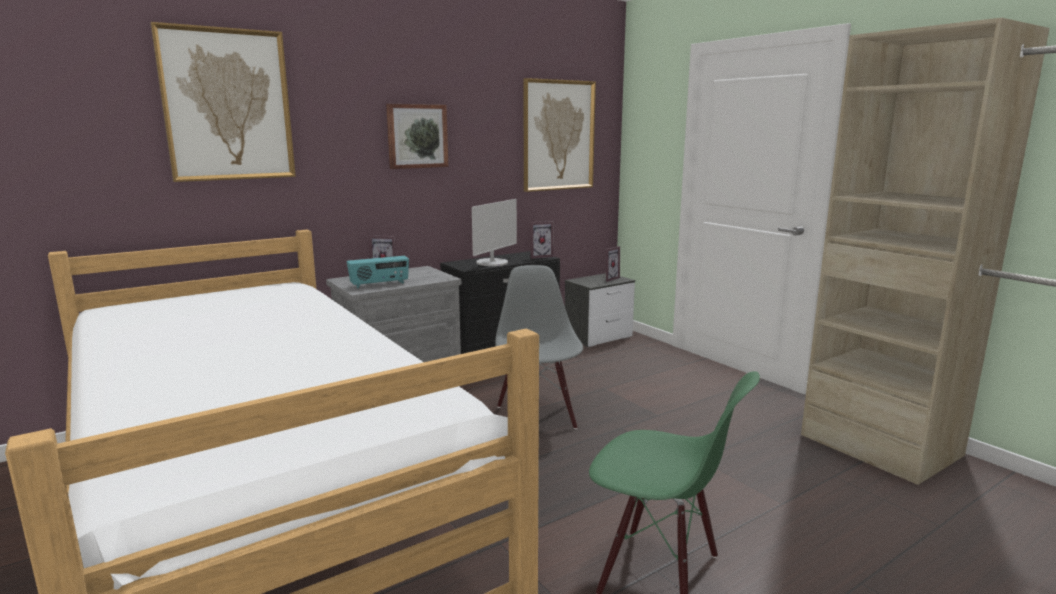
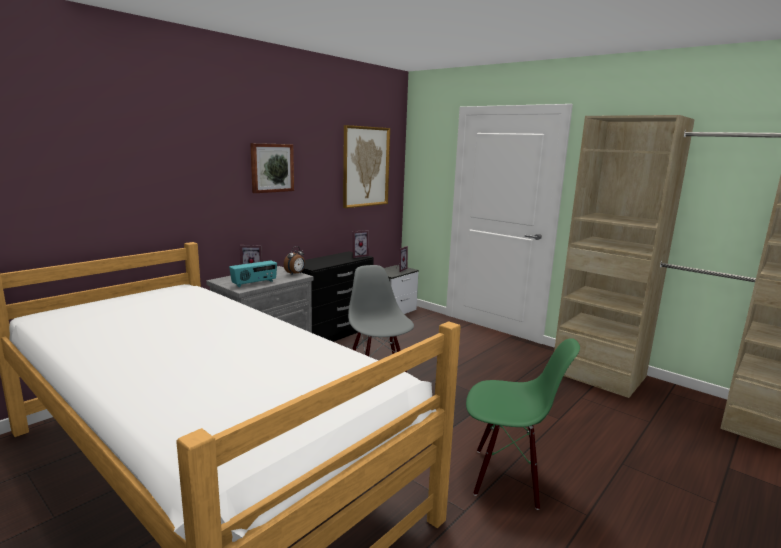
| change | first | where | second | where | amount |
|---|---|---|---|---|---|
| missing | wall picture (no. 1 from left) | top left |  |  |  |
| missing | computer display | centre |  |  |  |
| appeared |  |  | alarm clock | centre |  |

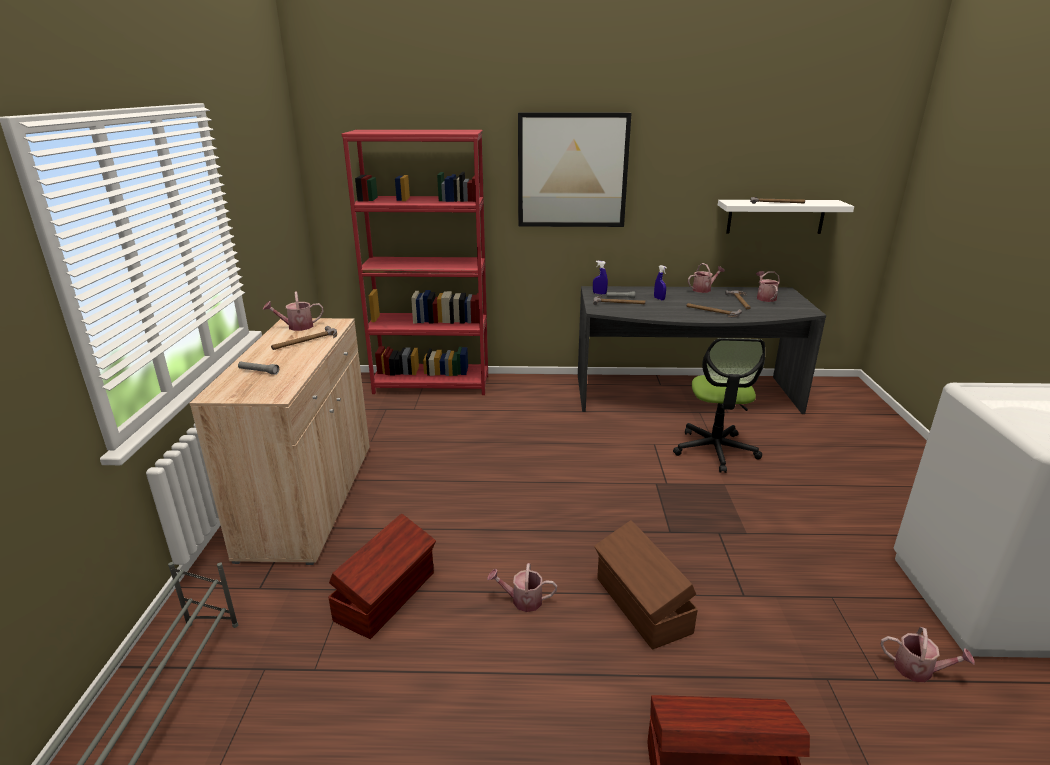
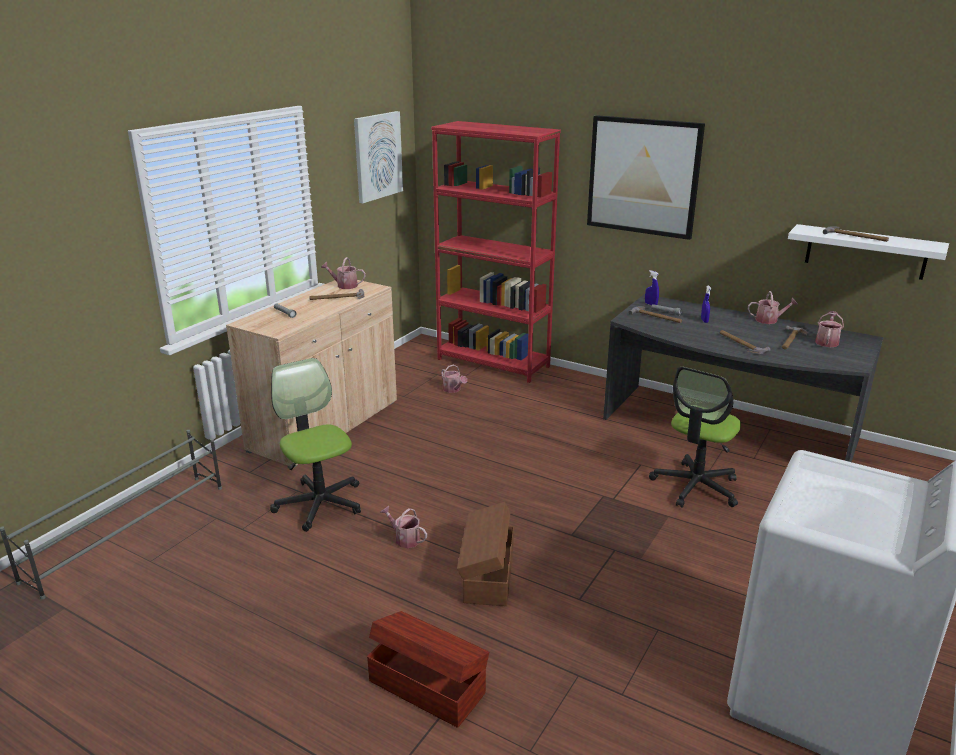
| change | first | where | second | where | amount |
|---|---|---|---|---|---|
| exchanged | storage container/brown (no. 1 from left) | bottom centre | computer chair (no. 1 from left) | middle left |  |
| relocated | watering pot (no. 5 from left in the first image) | bottom right | watering pot (no. 3 from left) | centre |  |
| appeared |  |  | wall picture (no. 1 from left) | top centre |  |

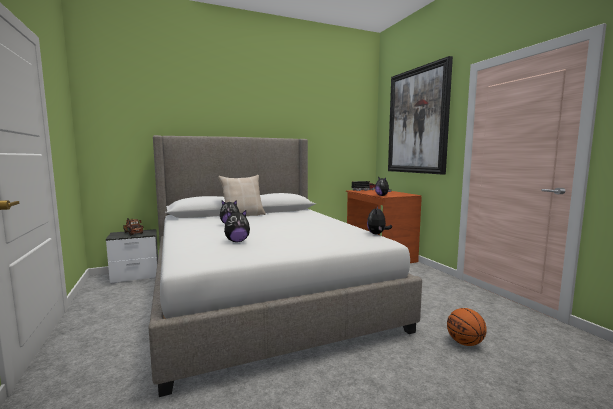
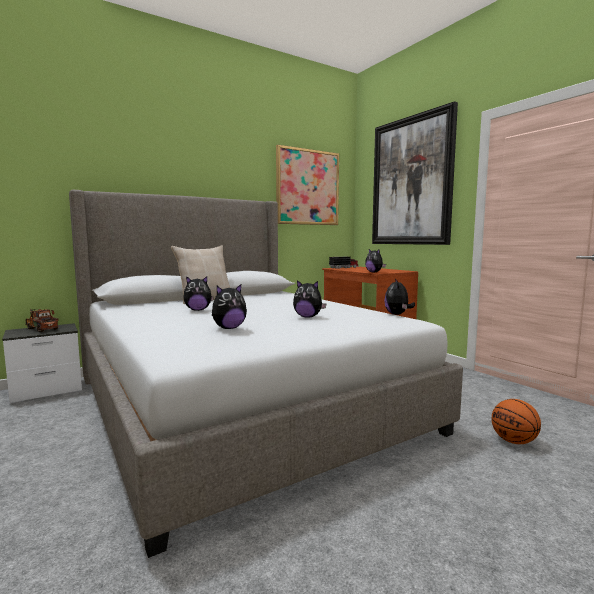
| change | first | where | second | where | amount |
|---|---|---|---|---|---|
| appeared |  |  | wall picture (no. 1 from left) | top centre |  |
| appeared |  |  | soft toy (no. 3 from left) | centre |  |

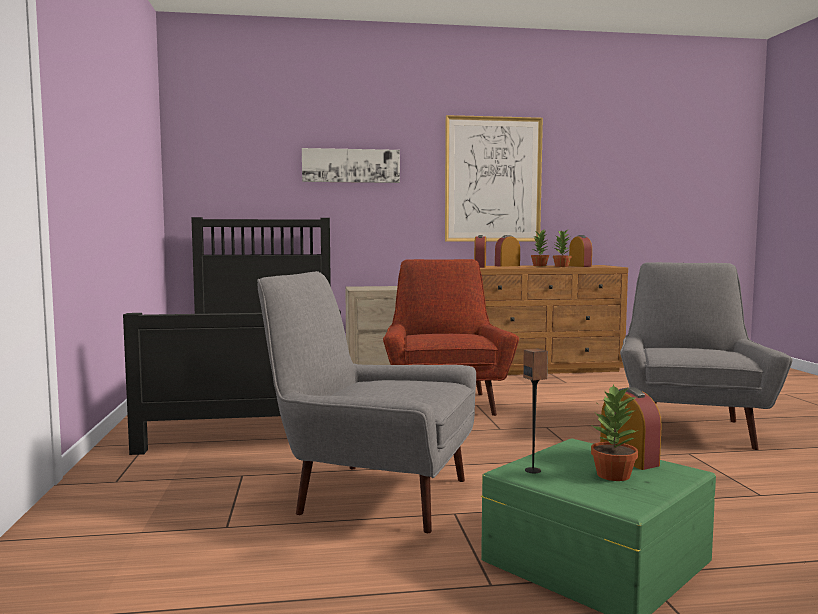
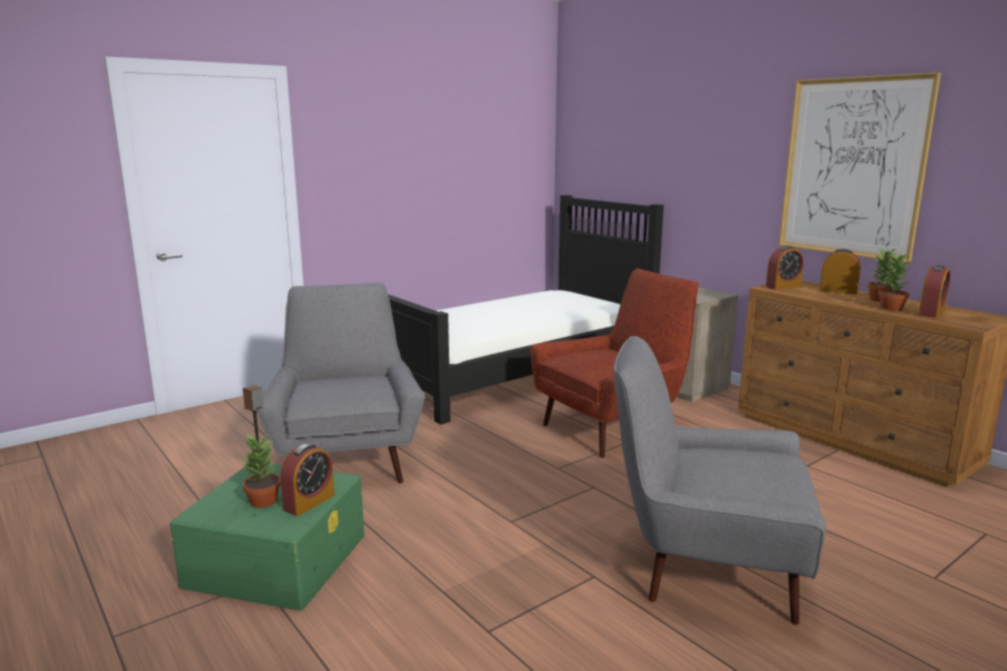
| change | first | where | second | where | amount |
|---|---|---|---|---|---|
| missing | wall picture (no. 1 from left) | top centre |  |  |  |
| spun | lounge chair/greyish (no. 2 from left) | middle right |  | bottom right | 150 degrees counterclockwise |

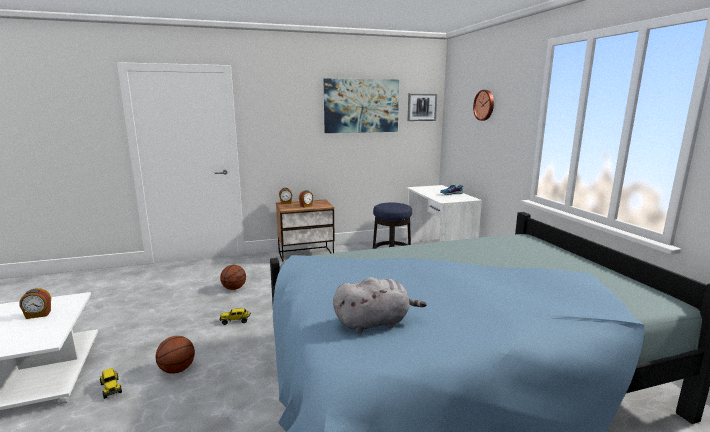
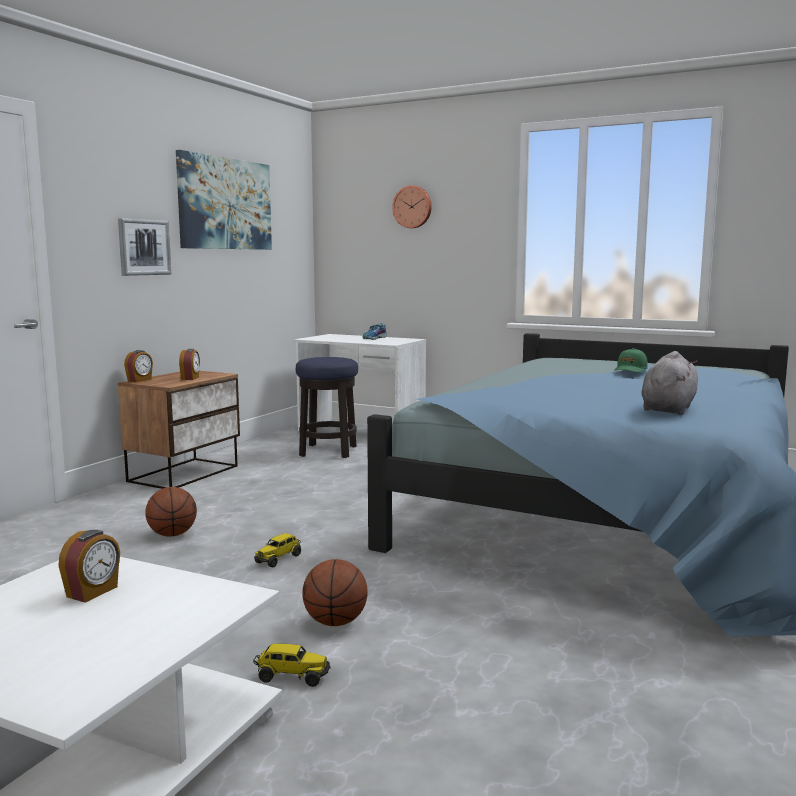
| change | first | where | second | where | amount |
|---|---|---|---|---|---|
| relocated | wall picture (no. 2 from left in the first image) | top centre | wall picture (no. 1 from left) | top left |  |
| appeared |  |  | cap/greenish | middle right |  |

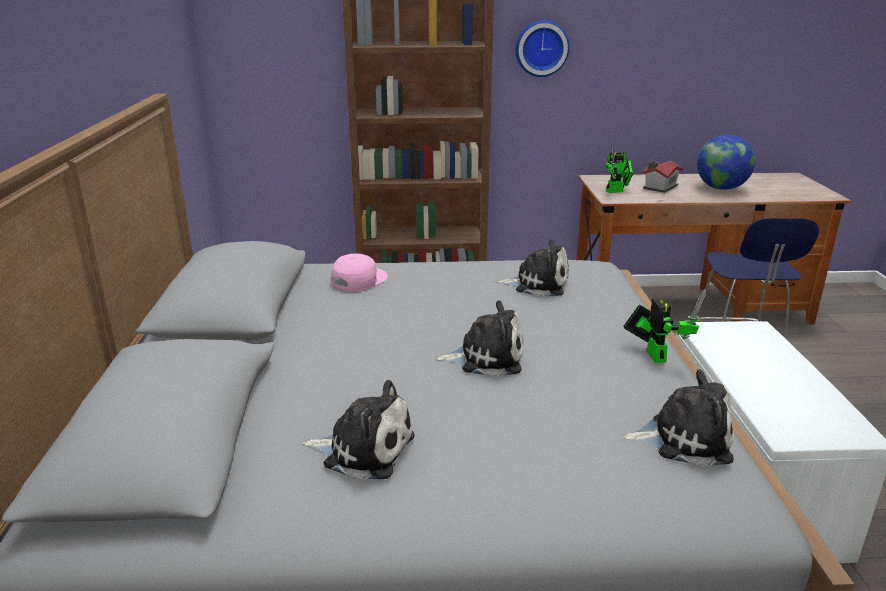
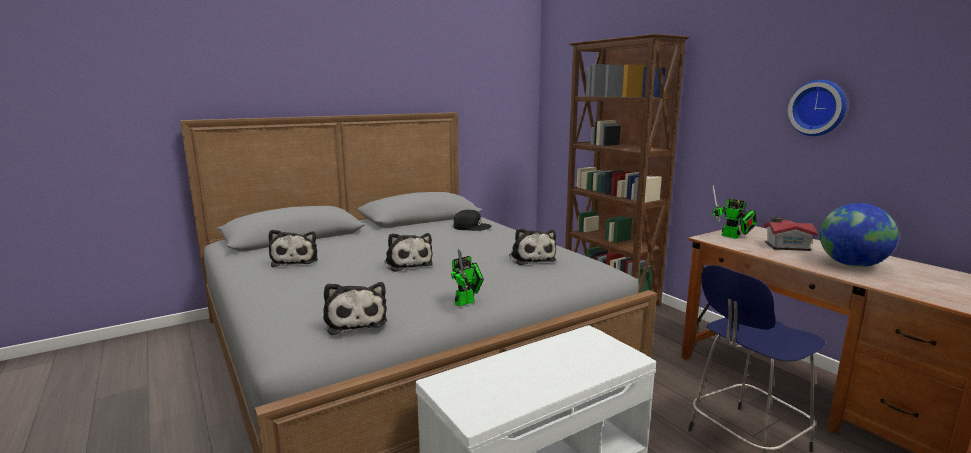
| change | first | where | second | where | amount |
|---|---|---|---|---|---|
| relocated | hanging clock | top centre |  | top right |  |
| colour | cap/pink-coloured | centre | cap/blackish | centre |  |

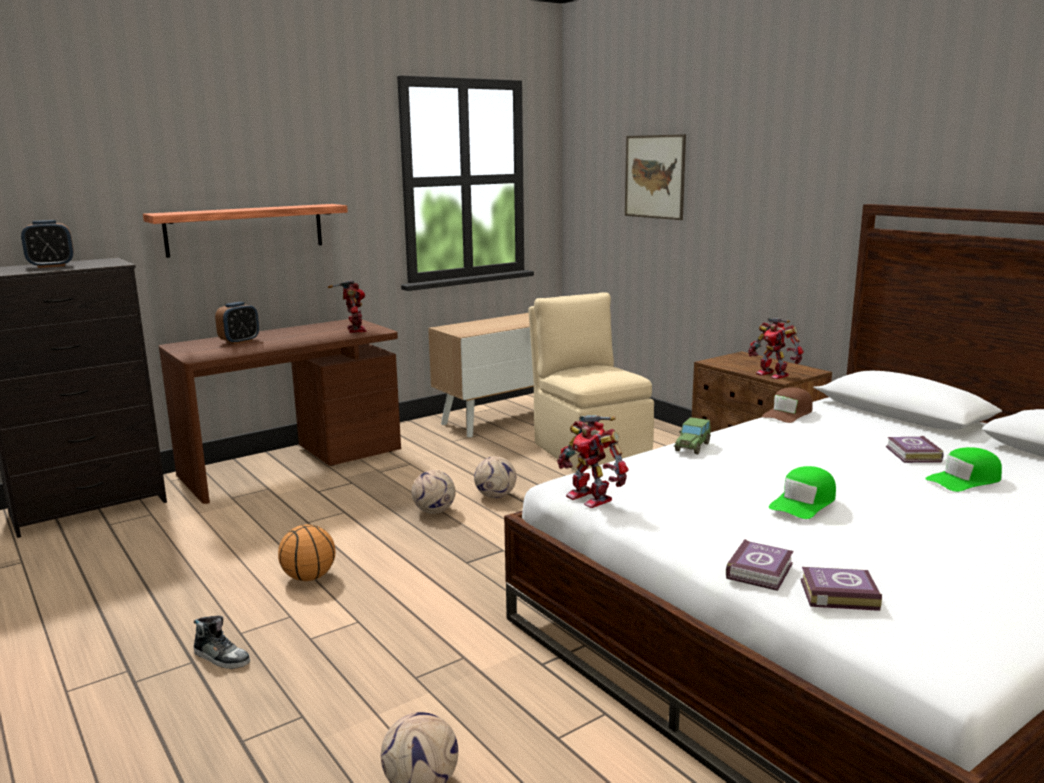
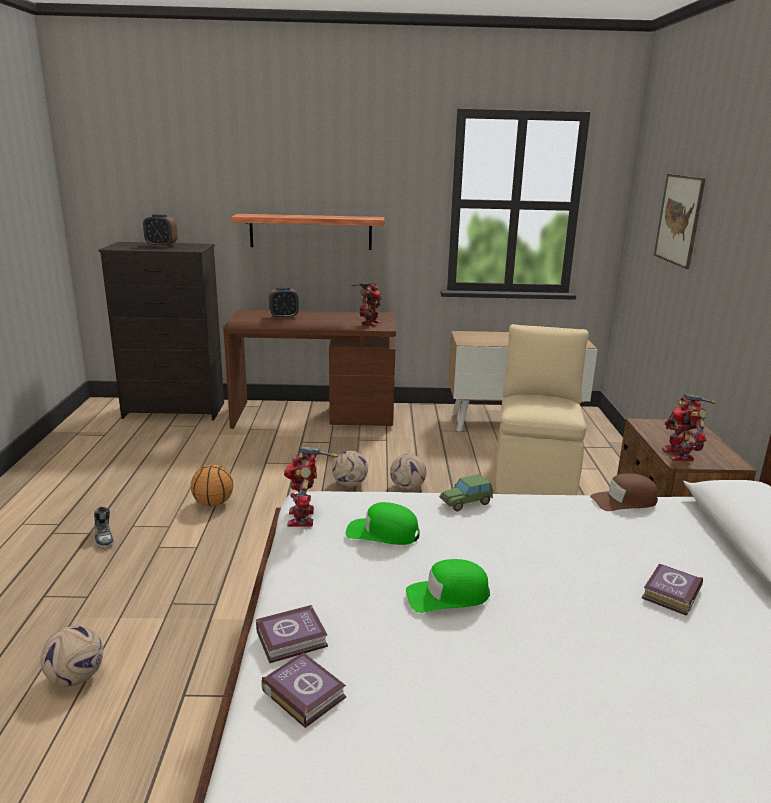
| change | first | where | second | where | amount |
|---|---|---|---|---|---|
| relocated | cap/greenish (no. 2 from left in the first image) | middle right | cap/greenish (no. 1 from left) | centre |  |

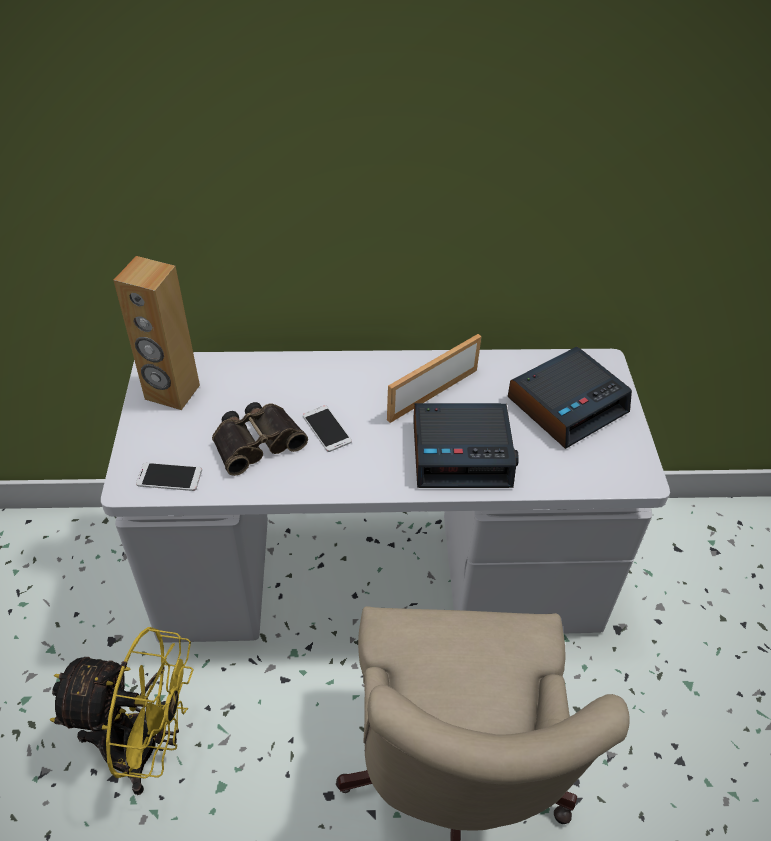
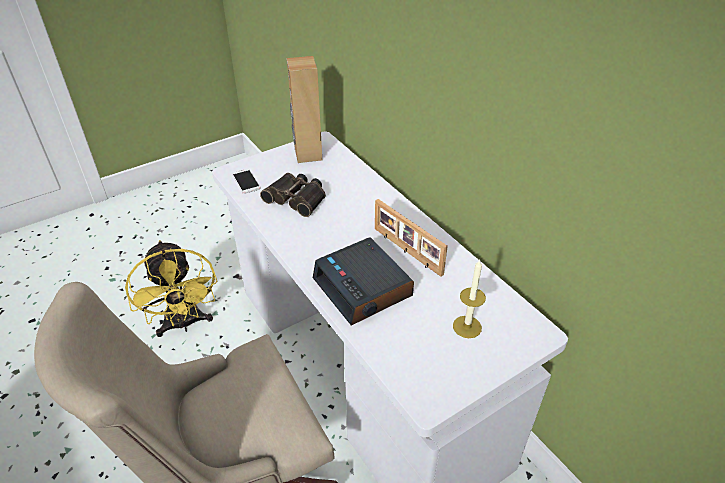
| change | first | where | second | where | amount |
|---|---|---|---|---|---|
| spun | photo frame | centre |  | centre | 150 degrees counterclockwise |
| exchanged | alarm clock (no. 2 from left) | middle right | wax candle | centre |  |
| missing | telephone (no. 2 from left) | centre |  |  |  |

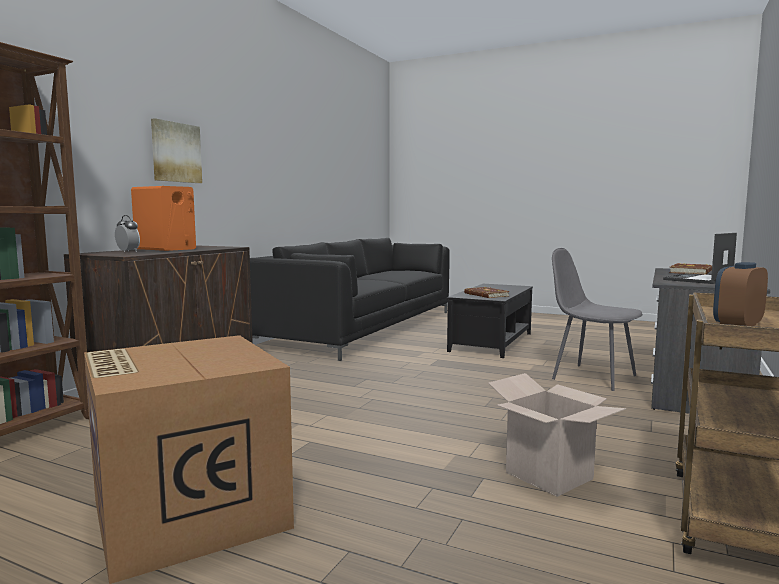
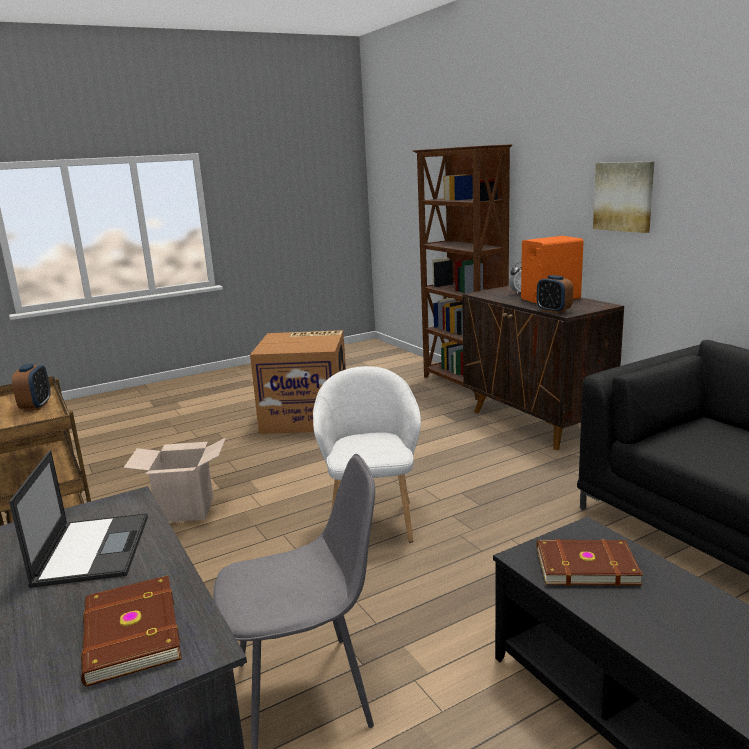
| change | first | where | second | where | amount |
|---|---|---|---|---|---|
| appeared |  |  | alarm clock (no. 3 from left) | middle right |  |
| appeared |  |  | lounge chair/white | centre |  |

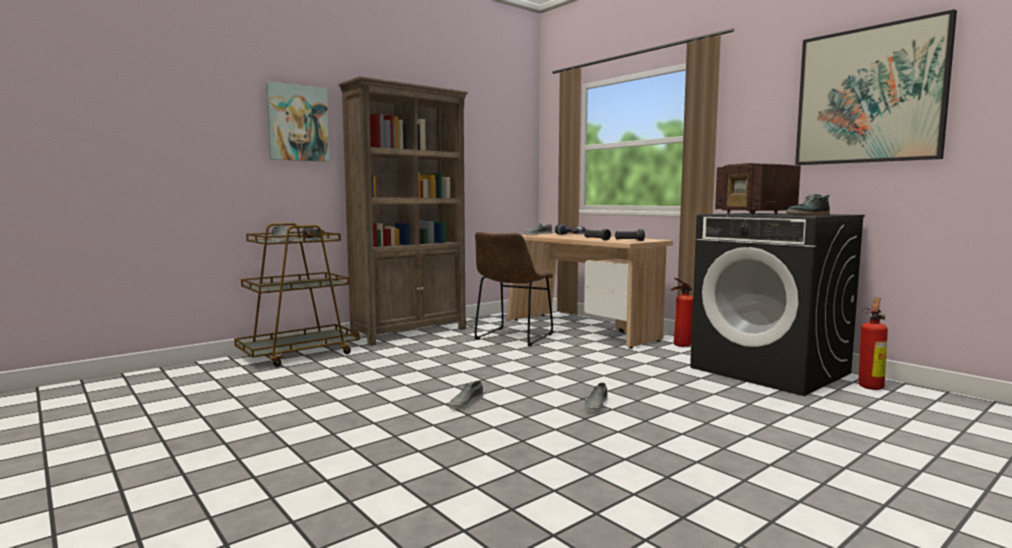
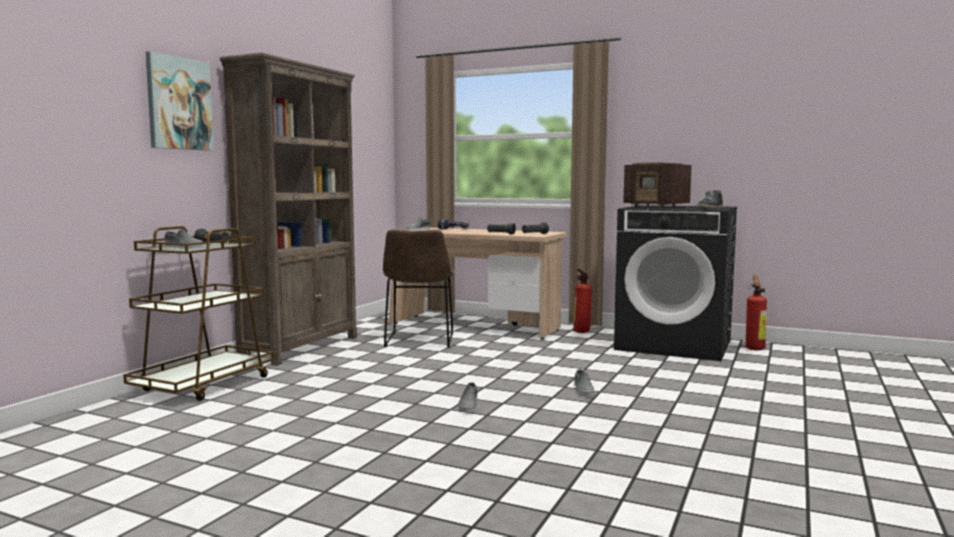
| change | first | where | second | where | amount |
|---|---|---|---|---|---|
| missing | wall picture (no. 2 from left) | top right |  |  |  |

